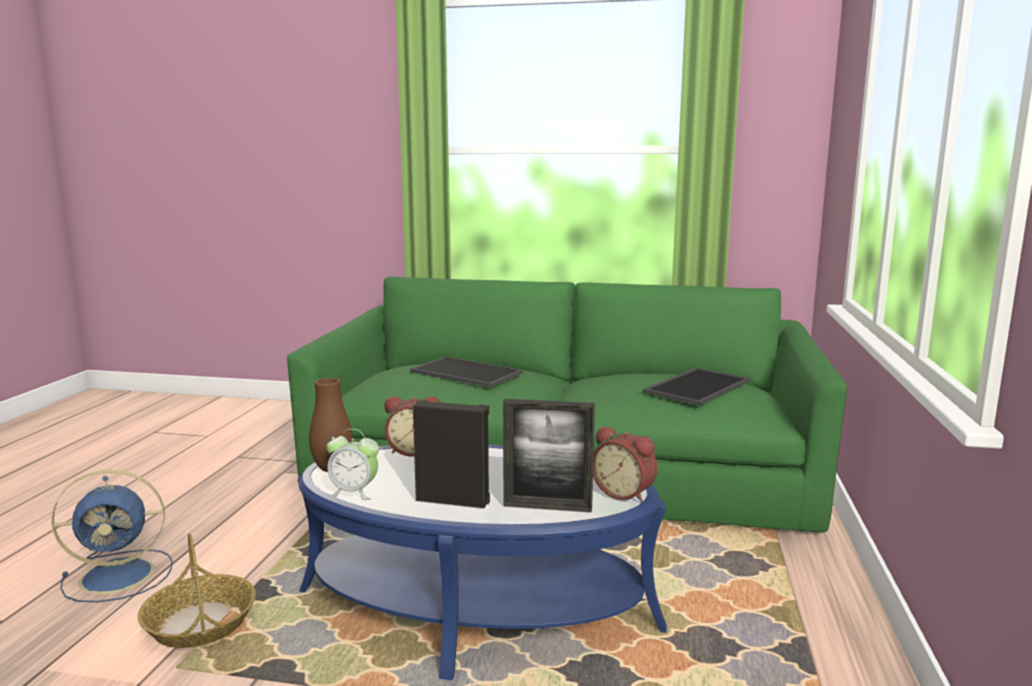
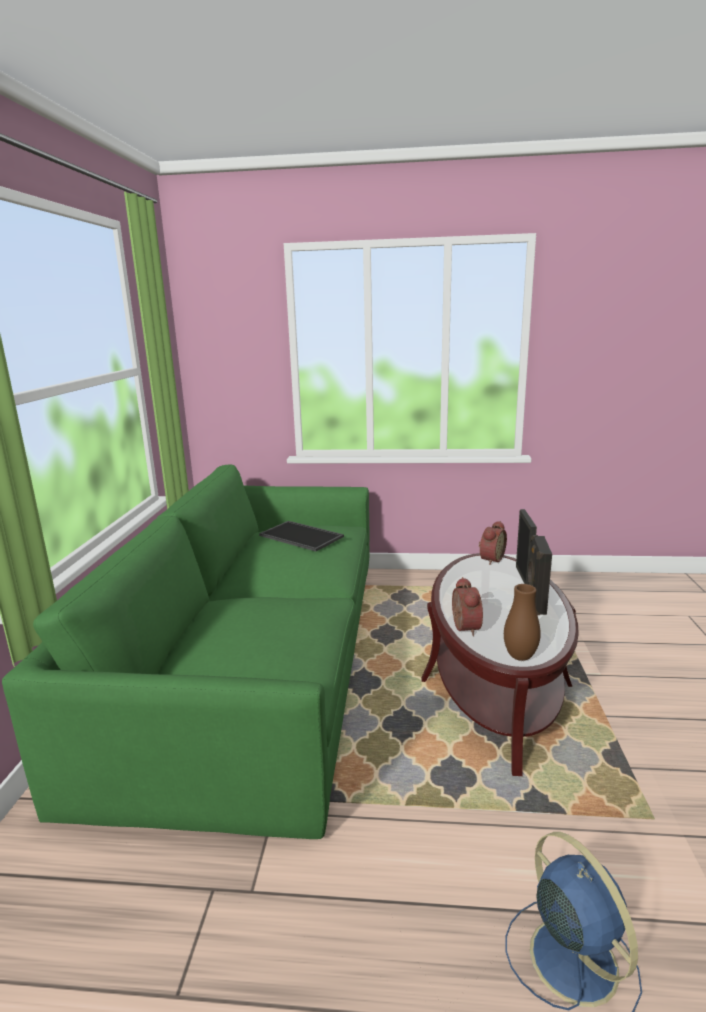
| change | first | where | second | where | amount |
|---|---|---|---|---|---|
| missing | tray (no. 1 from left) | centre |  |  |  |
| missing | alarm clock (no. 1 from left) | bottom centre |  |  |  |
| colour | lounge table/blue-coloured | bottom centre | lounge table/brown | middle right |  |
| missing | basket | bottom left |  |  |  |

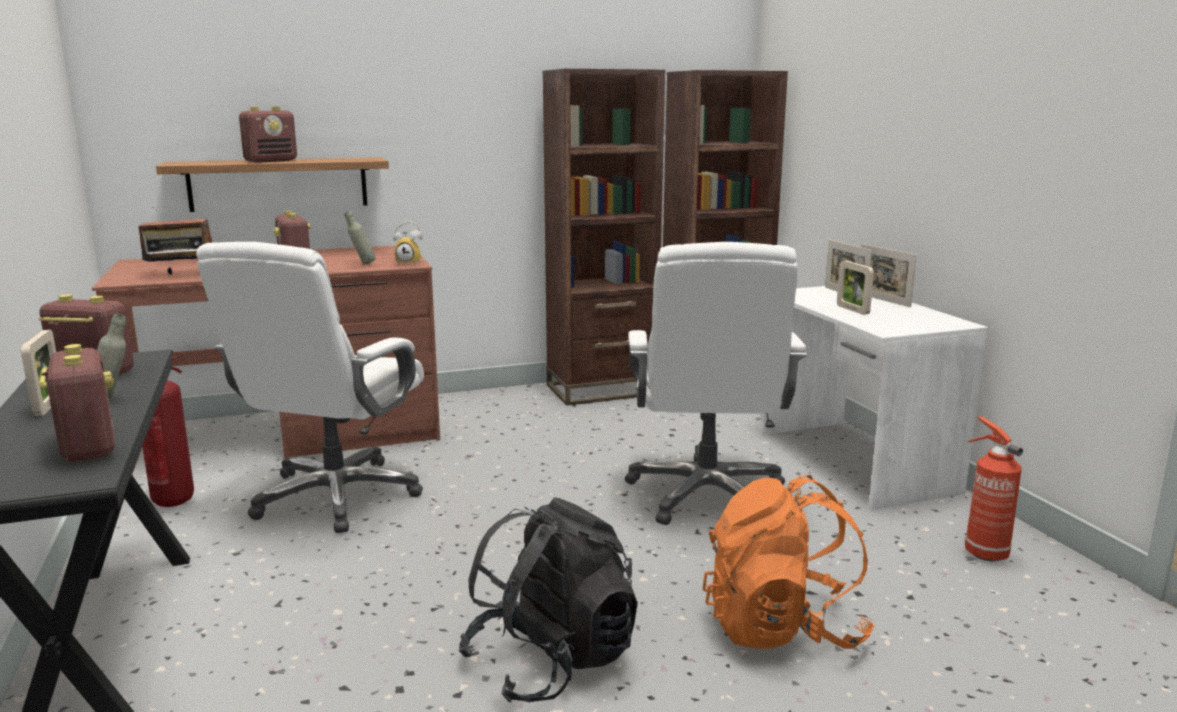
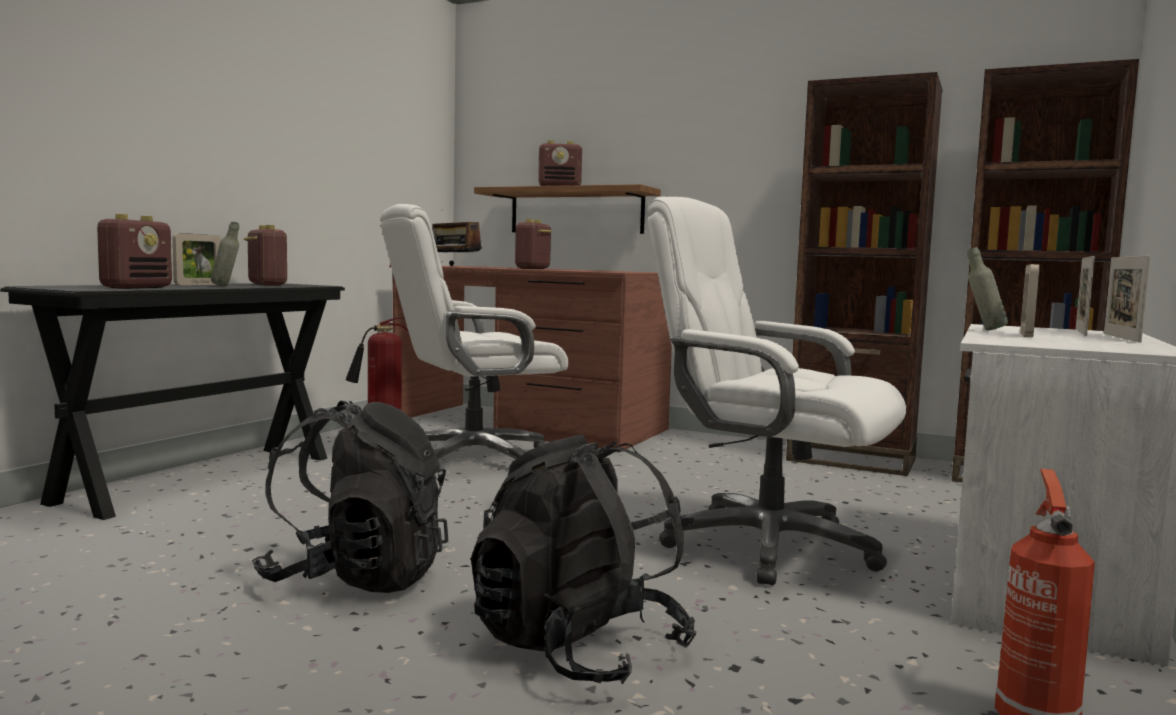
| change | first | where | second | where | amount |
|---|---|---|---|---|---|
| relocated | bottle/greyish (no. 2 from left) | top left |  | middle right |  |
| missing | alarm clock | centre |  |  |  |
| spun | computer chair/white (no. 2 from left) | centre |  | centre | 75 degrees clockwise |
| colour | rucksack/orangey | bottom right | rucksack/blackish (no. 2 from left) | bottom centre |  |

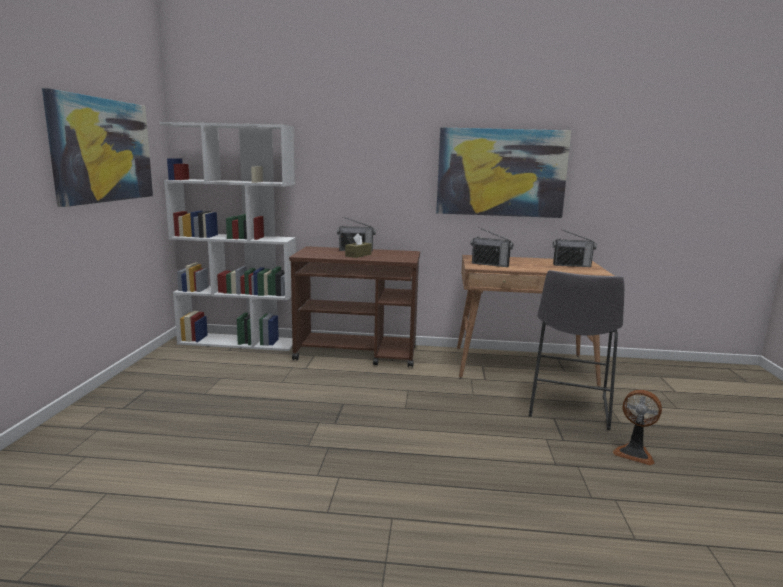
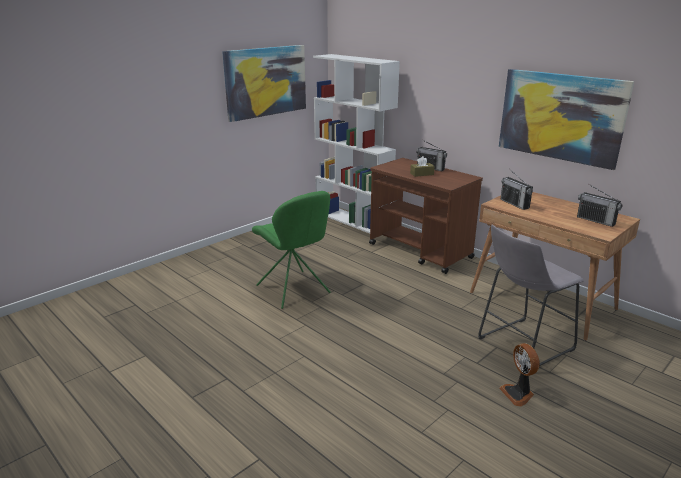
| change | first | where | second | where | amount |
|---|---|---|---|---|---|
| appeared |  |  | plain chair/greenish | centre |  |

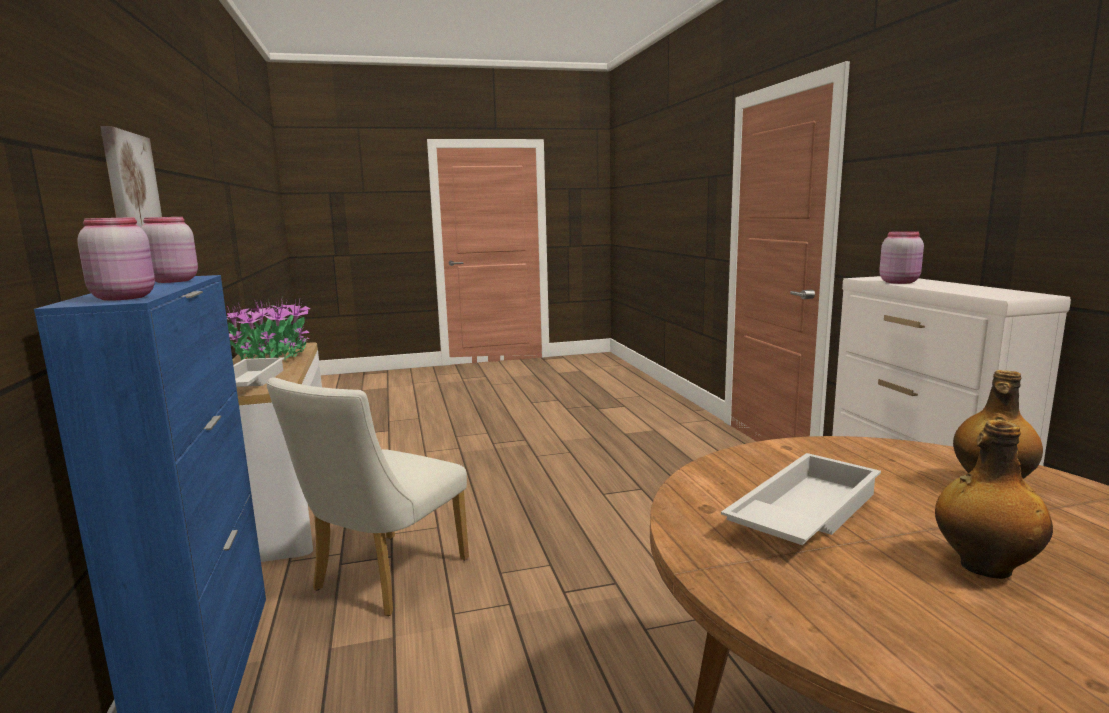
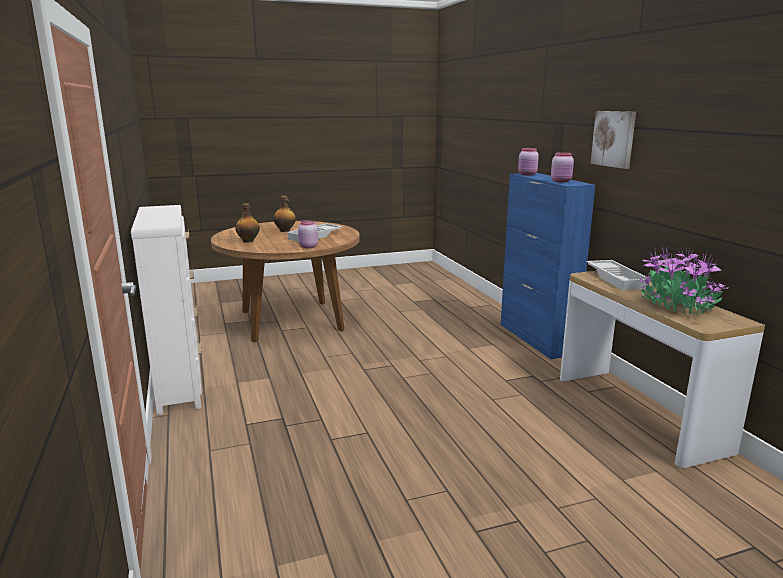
| change | first | where | second | where | amount |
|---|---|---|---|---|---|
| relocated | preserve jar/pink-coloured (no. 3 from left in the first image) | middle right | preserve jar/pink-coloured (no. 1 from left) | centre |  |
| missing | plain chair/white | bottom left |  |  |  |

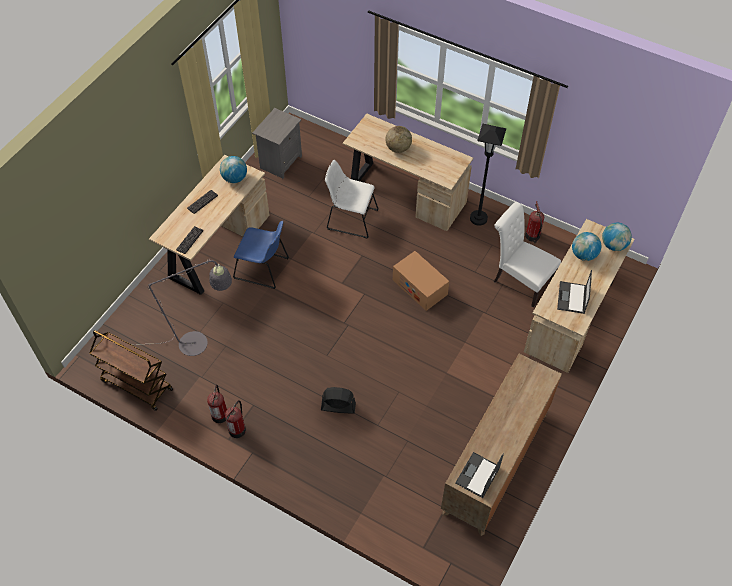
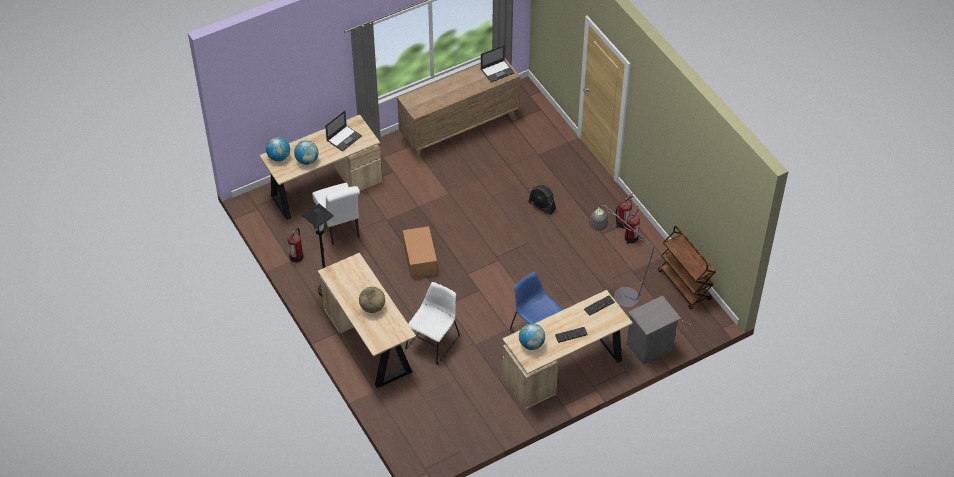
| change | first | where | second | where | amount |
|---|---|---|---|---|---|
| relocated | nightstand/greyish | top centre |  | bottom right |  |
| spun | plain chair/white (no. 1 from left in the first image) | centre | plain chair/white (no. 2 from left) | bottom centre | 105 degrees counterclockwise |

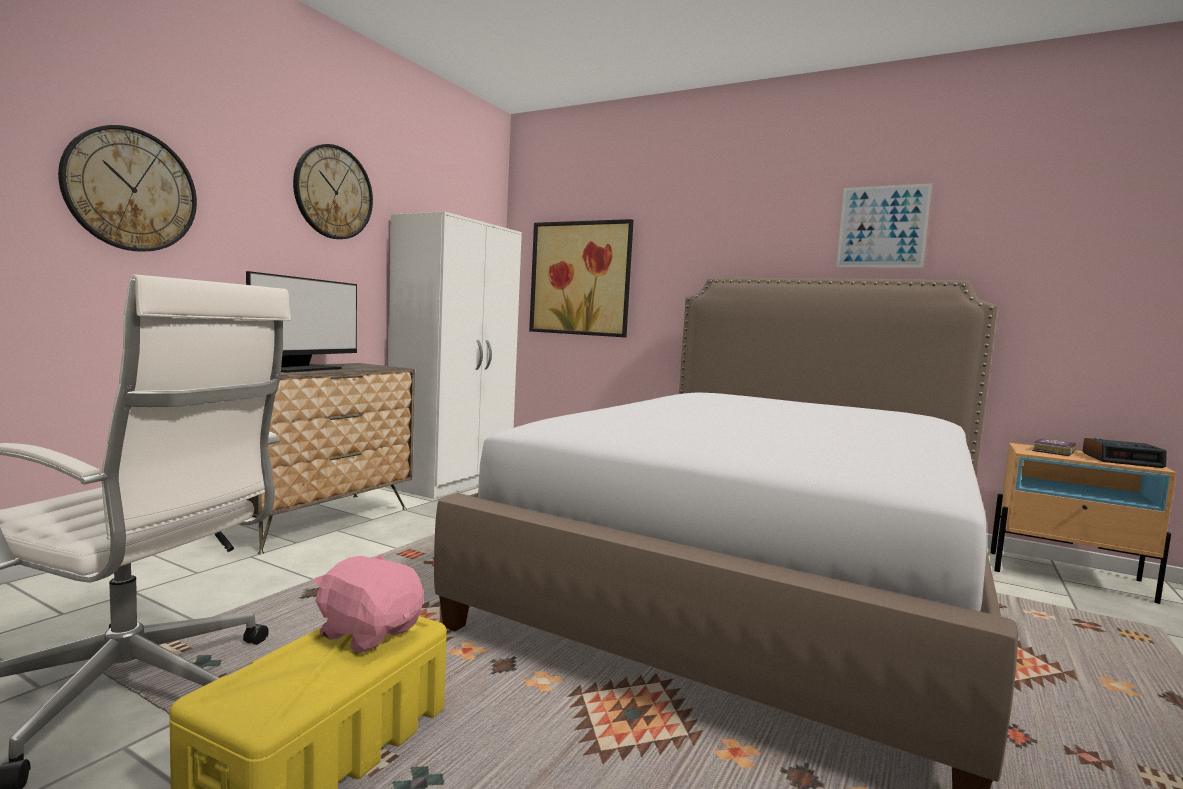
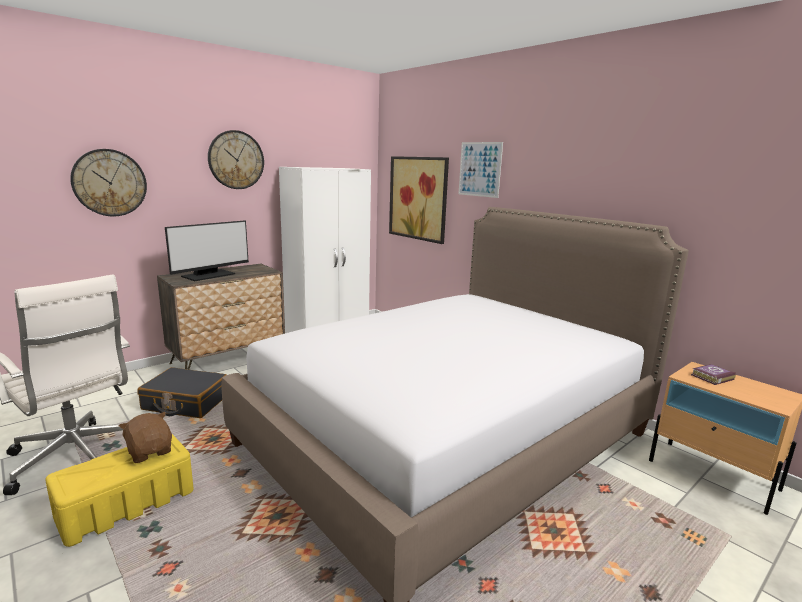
| change | first | where | second | where | amount |
|---|---|---|---|---|---|
| relocated | wall picture (no. 2 from left) | top right |  | top centre |  |
| missing | alarm clock | middle right |  |  |  |
| colour | soft toy/pink-coloured | bottom left | soft toy/brown | bottom left |  |
| appeared |  |  | travel case/blackish | middle left |  |

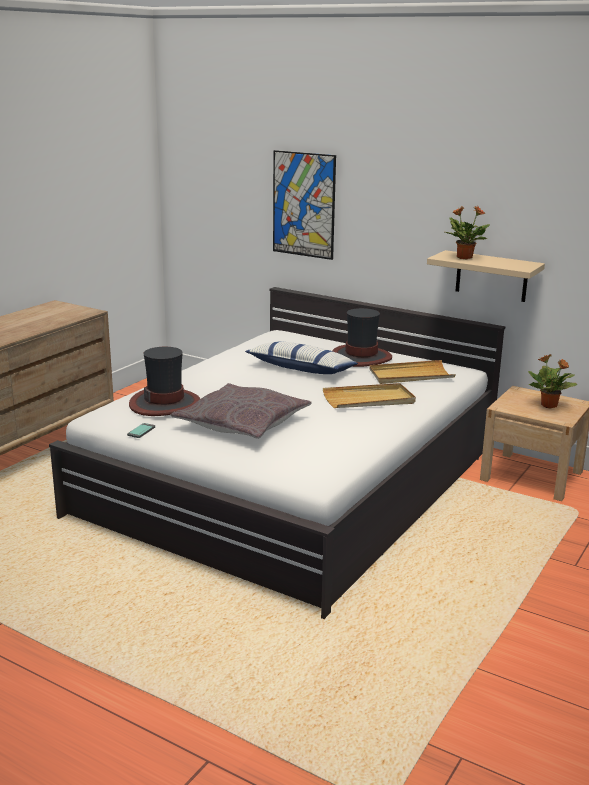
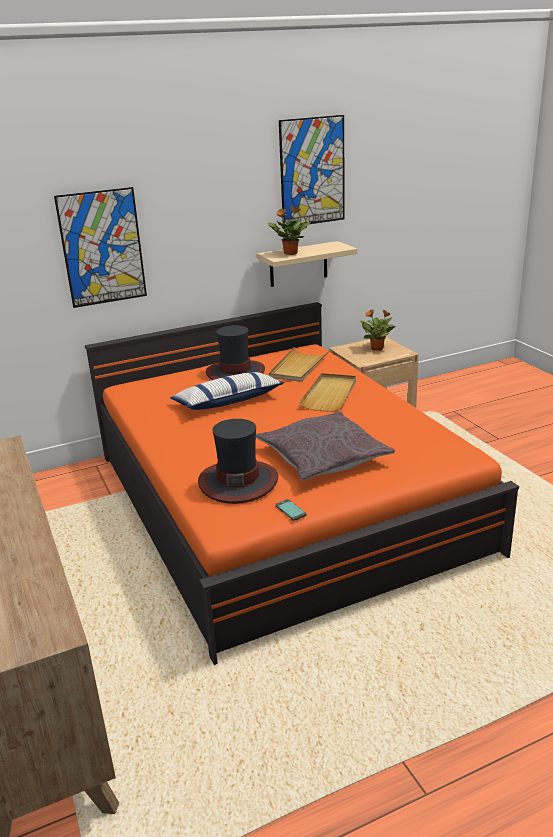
| change | first | where | second | where | amount |
|---|---|---|---|---|---|
| colour | bedroom bed/white | centre | bedroom bed/orangey | centre |  |
| appeared |  |  | wall picture (no. 2 from left) | top centre |  |

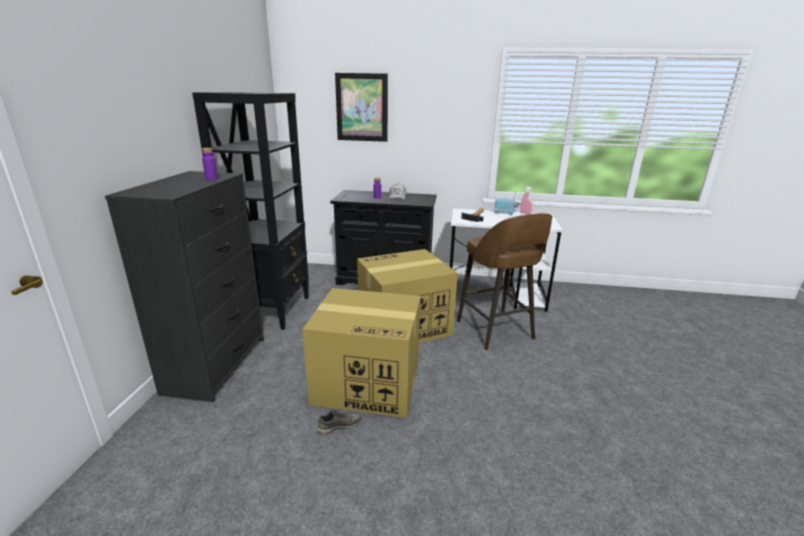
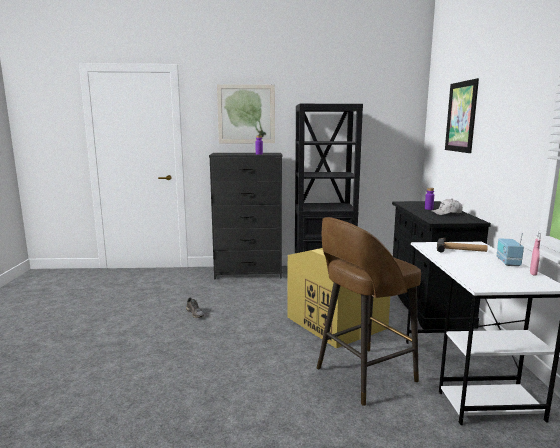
| change | first | where | second | where | amount |
|---|---|---|---|---|---|
| missing | packing box (no. 1 from left) | centre |  |  |  |
| appeared |  |  | wall picture (no. 1 from left) | top centre |  |

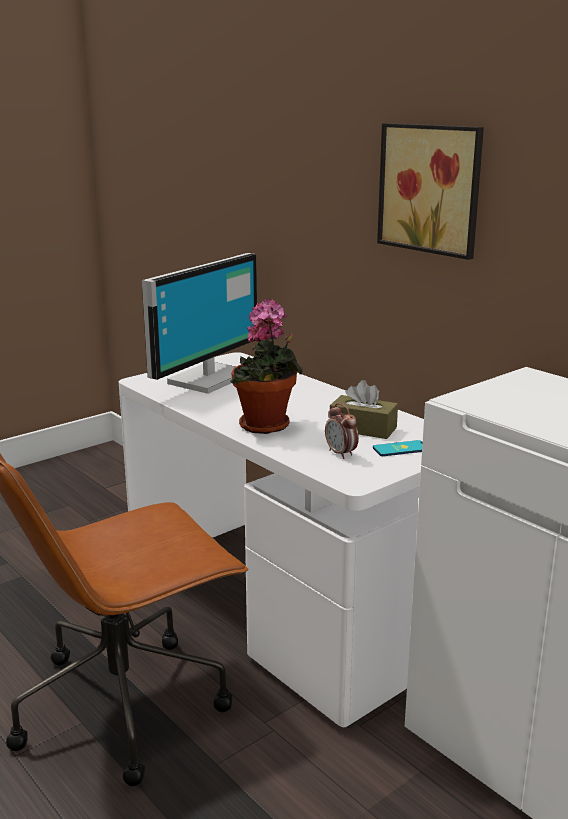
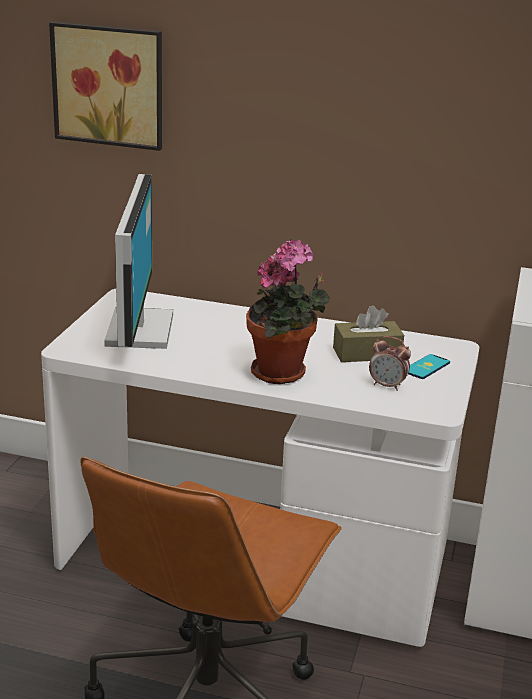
| change | first | where | second | where | amount |
|---|---|---|---|---|---|
| relocated | wall picture | top right |  | top left |  |

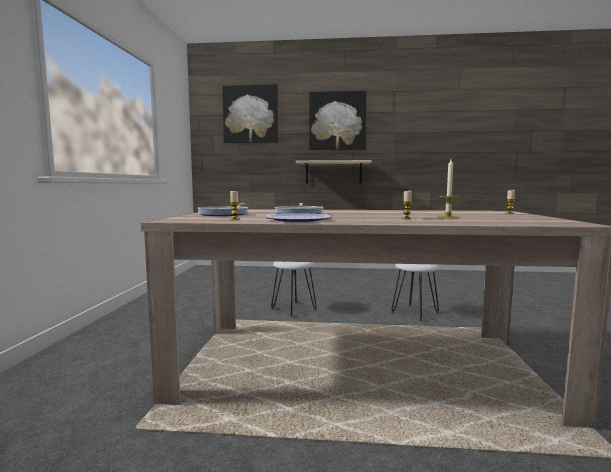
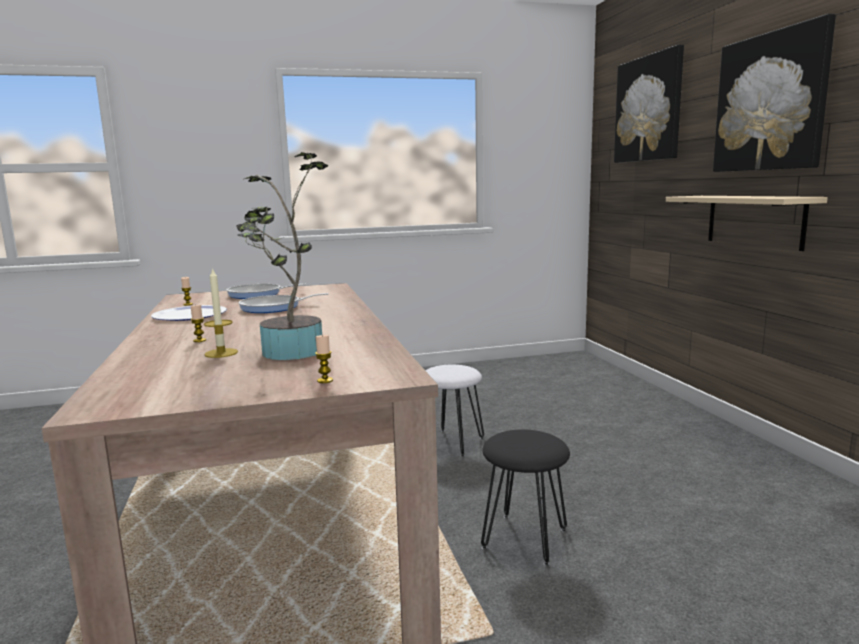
| change | first | where | second | where | amount |
|---|---|---|---|---|---|
| colour | sitting stool/white (no. 2 from left) | middle right | sitting stool/blackish | bottom centre |  |
| appeared |  |  | potted plant | middle left |  |

